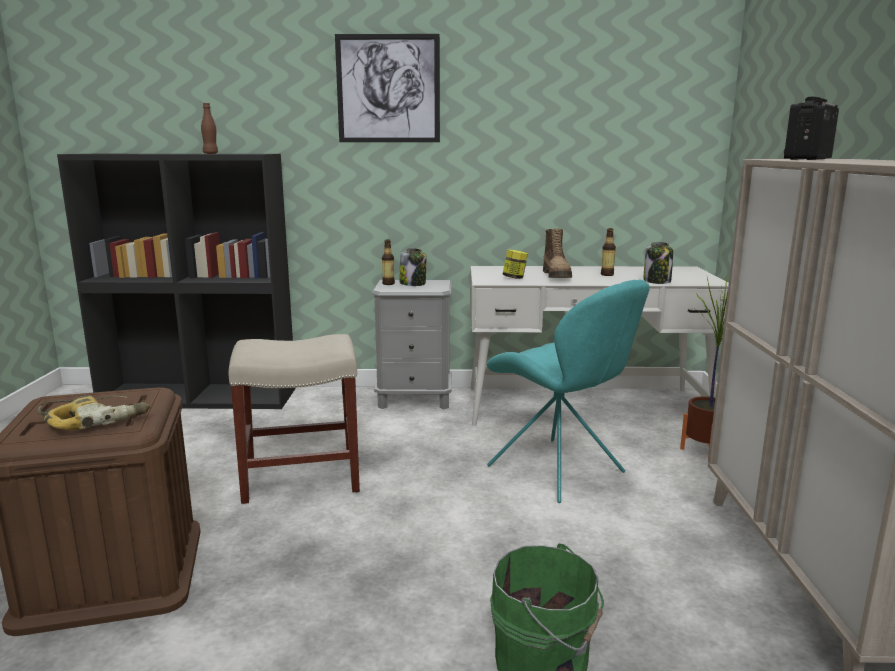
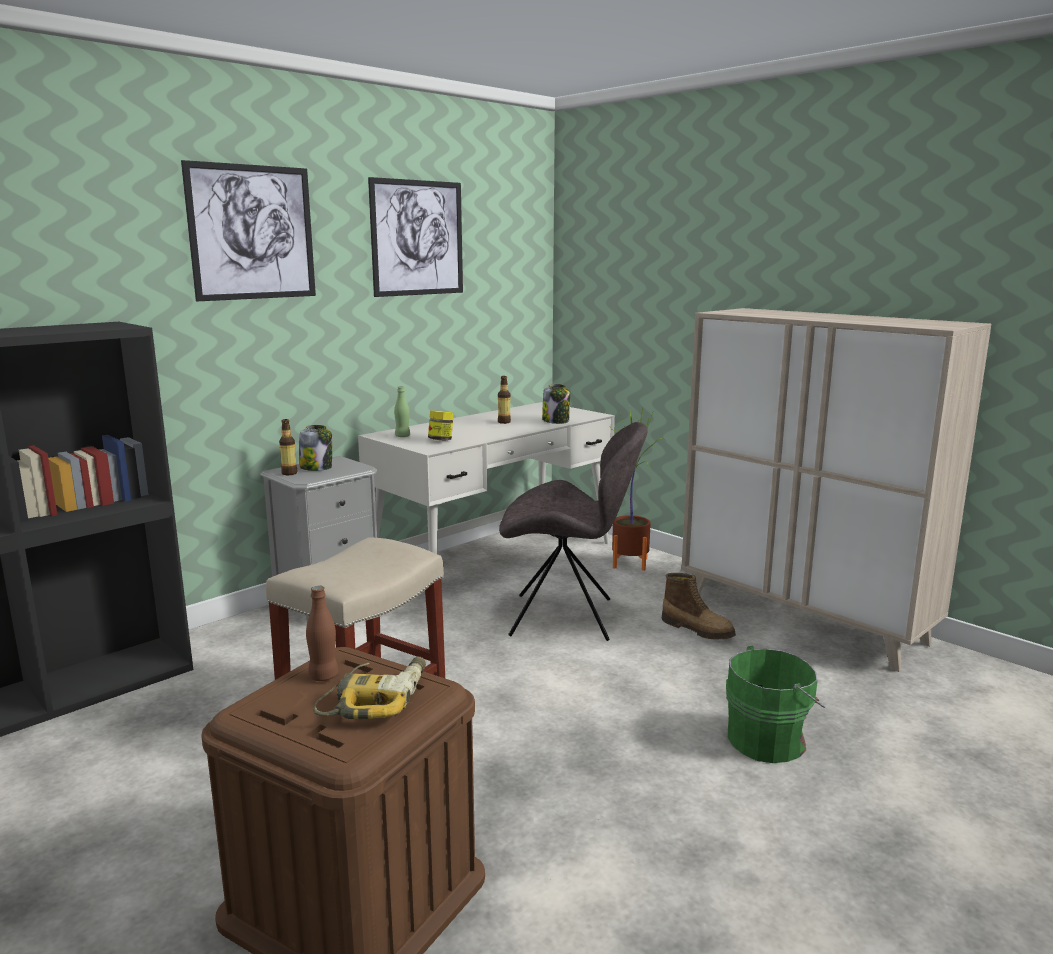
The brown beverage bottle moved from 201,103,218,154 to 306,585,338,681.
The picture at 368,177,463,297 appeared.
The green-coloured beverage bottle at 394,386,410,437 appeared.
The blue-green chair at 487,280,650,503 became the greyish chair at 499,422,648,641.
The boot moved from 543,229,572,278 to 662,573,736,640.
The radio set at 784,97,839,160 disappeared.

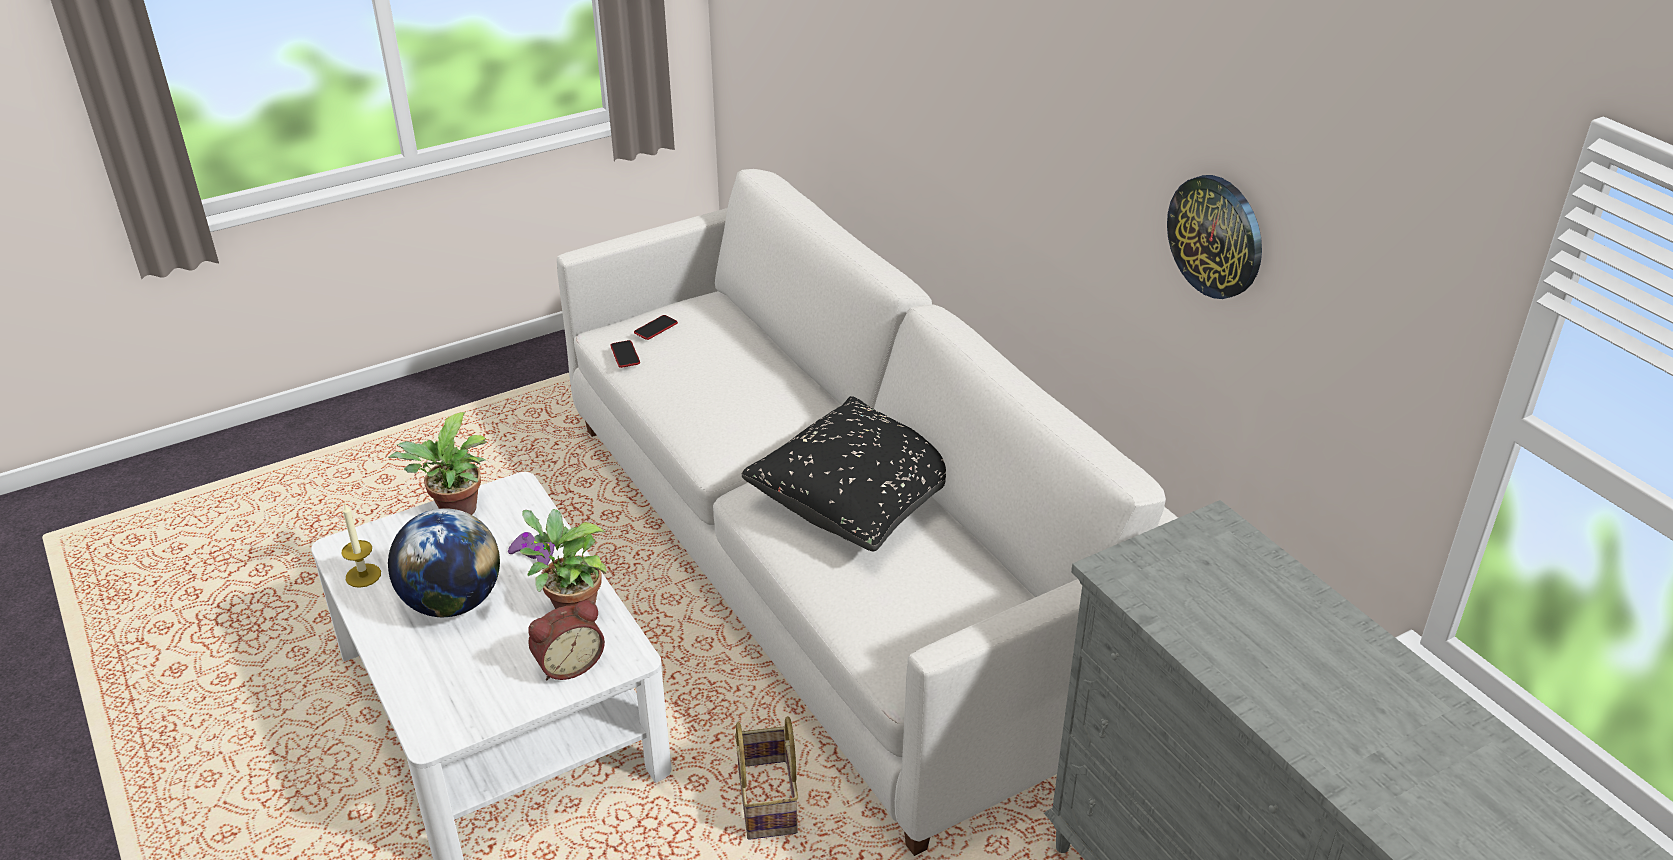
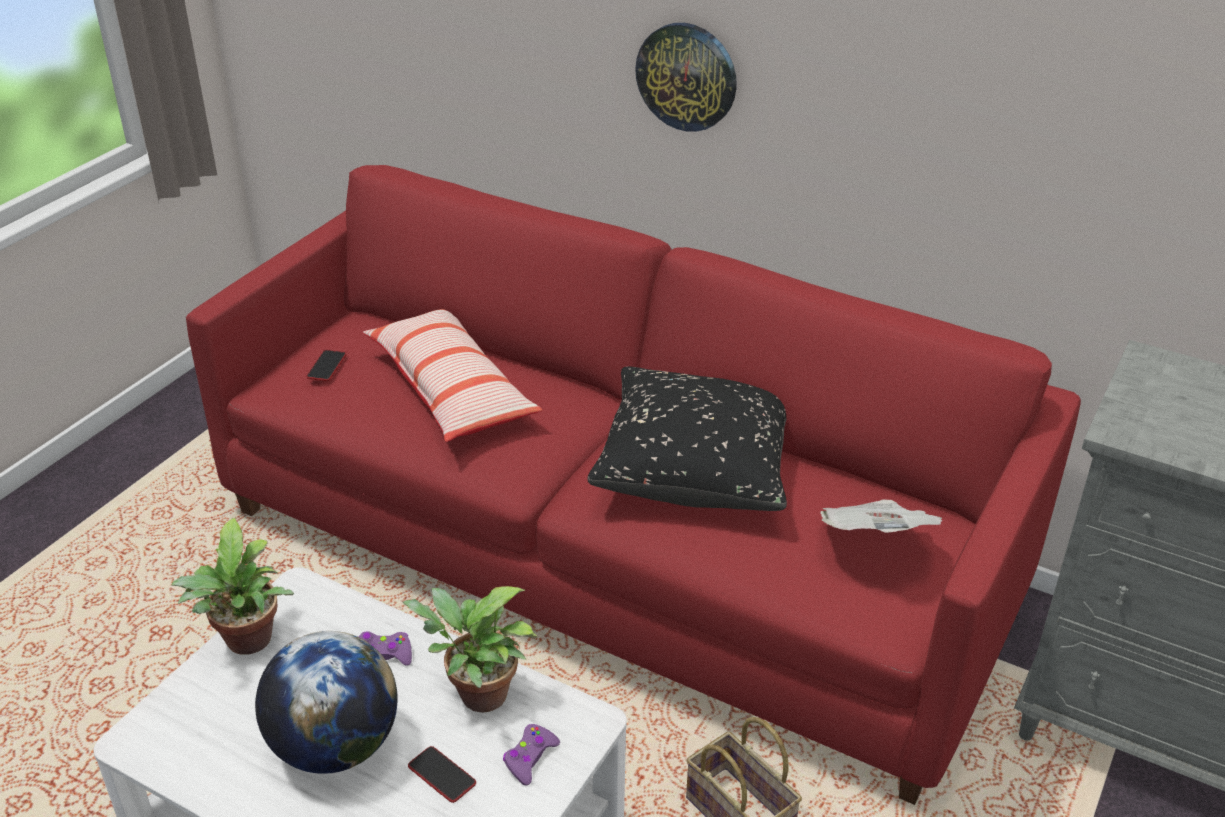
The white settee at 557,169,1178,856 became the red-coloured settee at 186,165,1081,805.
The throw pillow at 363,309,542,442 appeared.
The phone moved from 610,340,640,368 to 408,746,476,803.
The bedside clock at 528,600,605,680 was replaced by the purple gamepad at 503,724,560,786.
The hanging clock moved from 1167,175,1262,299 to 635,23,737,132.
The newspaper at 820,500,942,533 appeared.
The wax light at 342,504,381,588 disappeared.

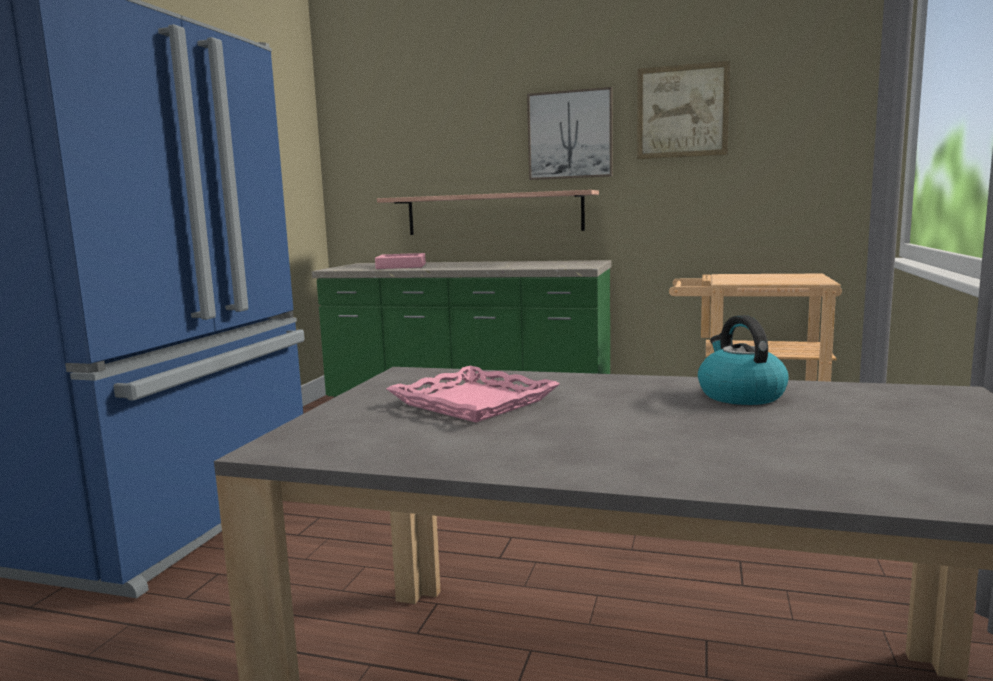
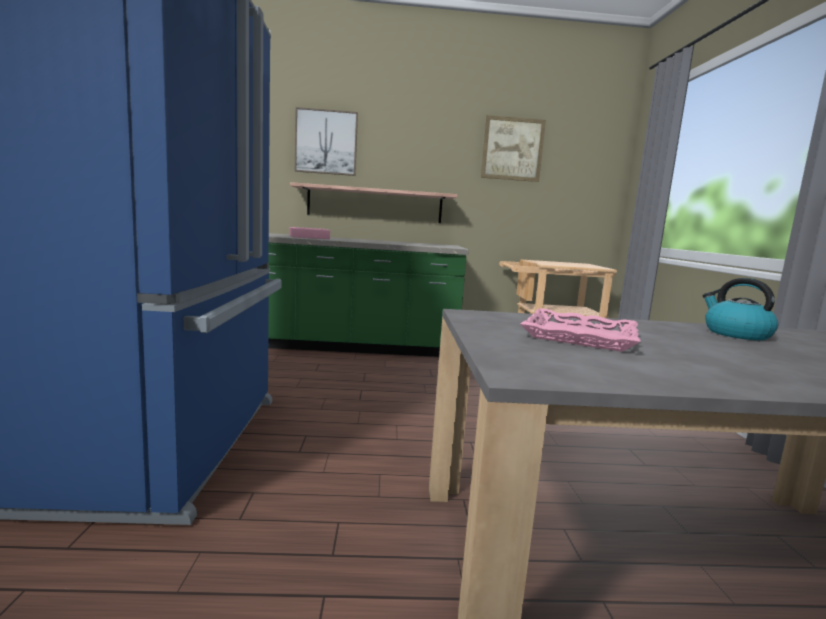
The picture moved from 527,87,613,180 to 295,107,358,176.

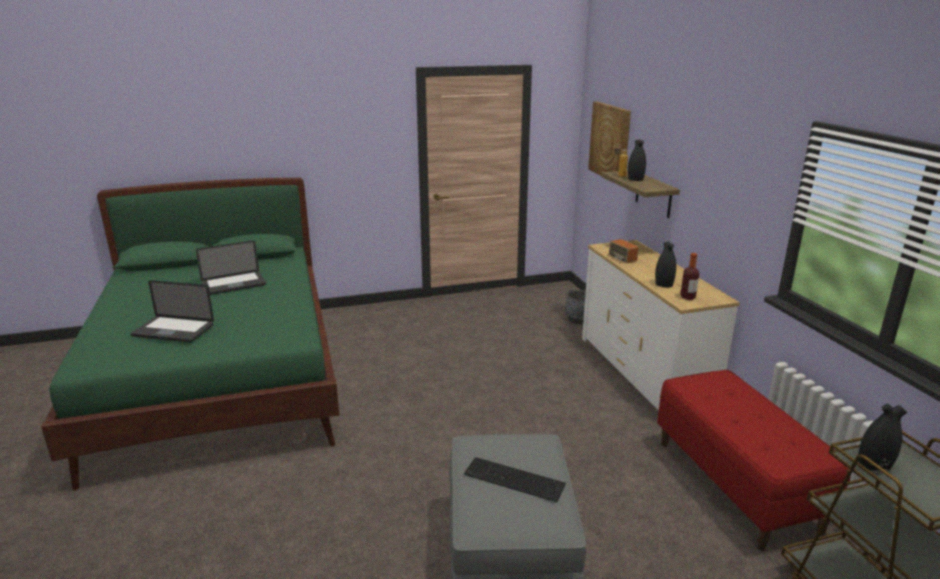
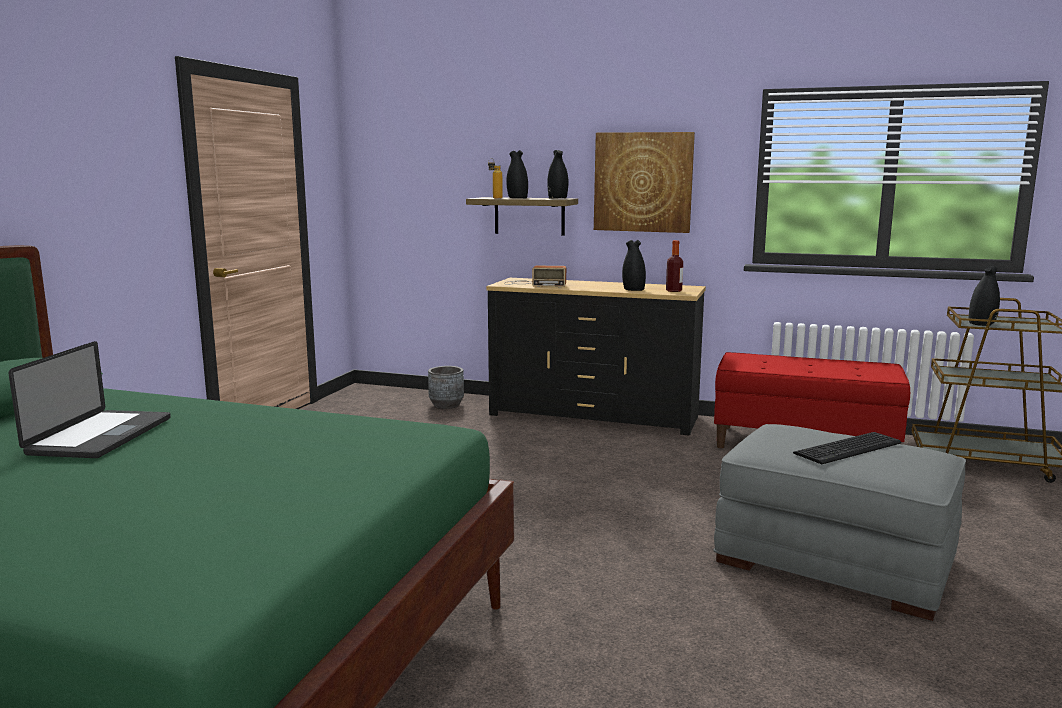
The white dresser at 582,240,740,411 became the black-coloured dresser at 486,278,706,435.
The black-coloured decorative vase at 547,150,568,198 appeared.
The picture moved from 588,101,631,175 to 594,132,695,233.
The laptop at 131,280,214,342 disappeared.

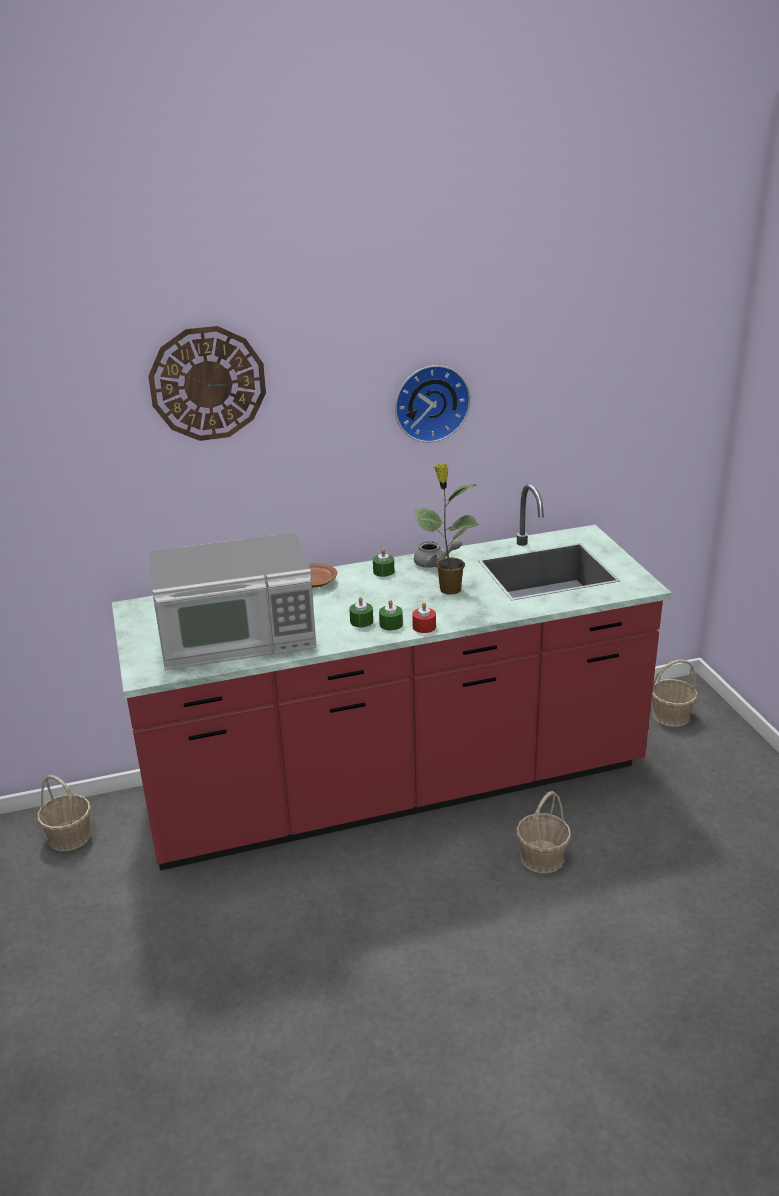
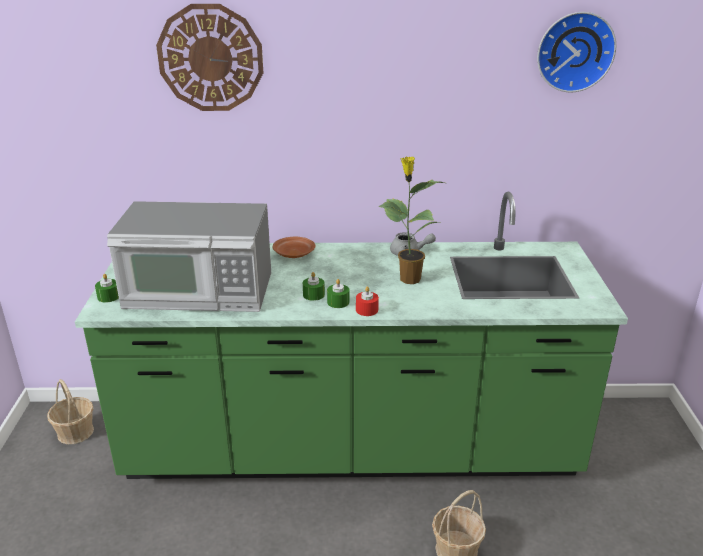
The red-coloured kitchen counter at 112,484,672,871 became the green-coloured kitchen counter at 75,192,628,479.
The green-coloured wax light moved from 373,549,394,577 to 95,274,119,302.
The hanging clock moved from 395,365,471,443 to 537,12,616,92.
The basket at 652,659,698,727 disappeared.

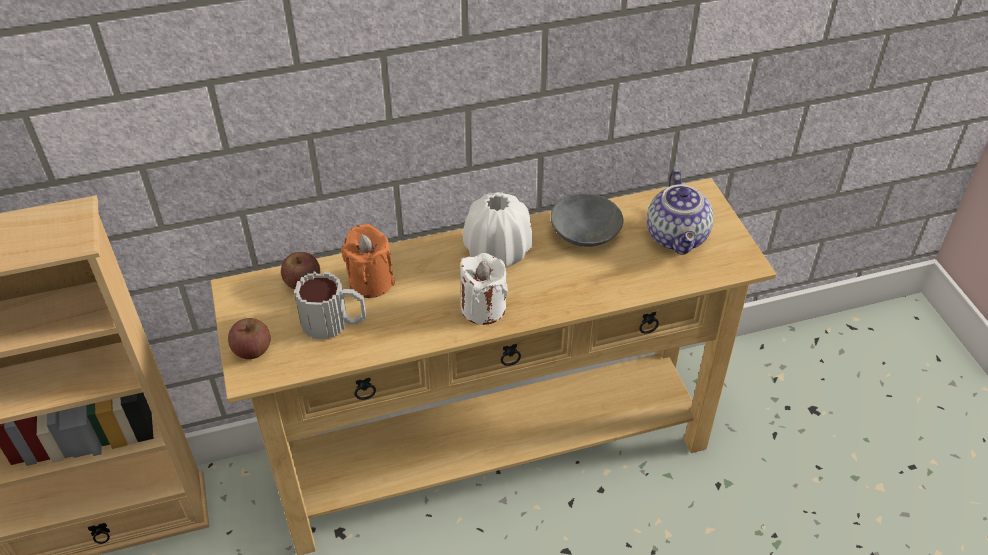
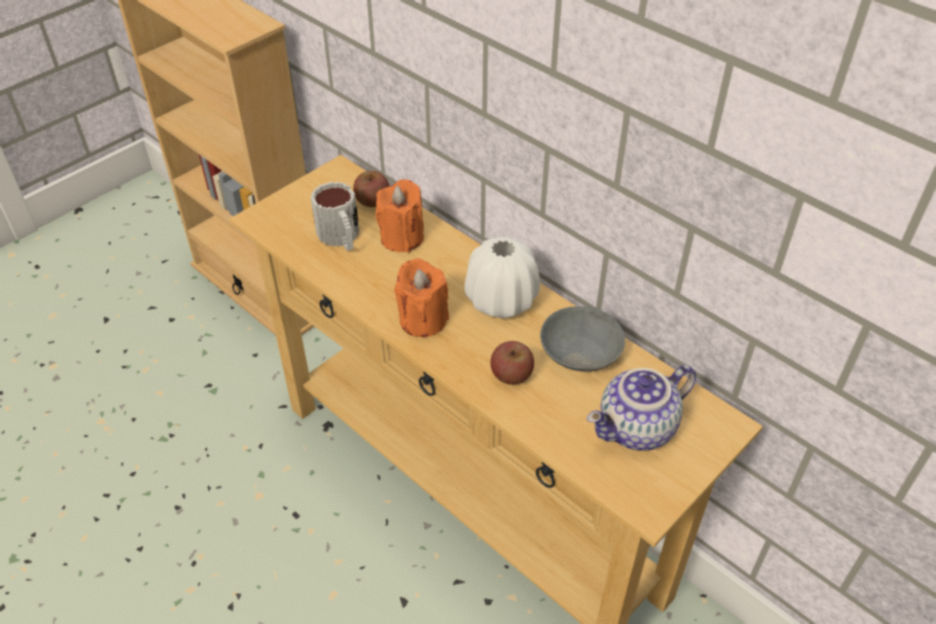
The white wax light at 460,253,508,325 became the orange wax light at 394,258,449,337.
The apple fruit moved from 228,318,270,359 to 490,341,534,385.

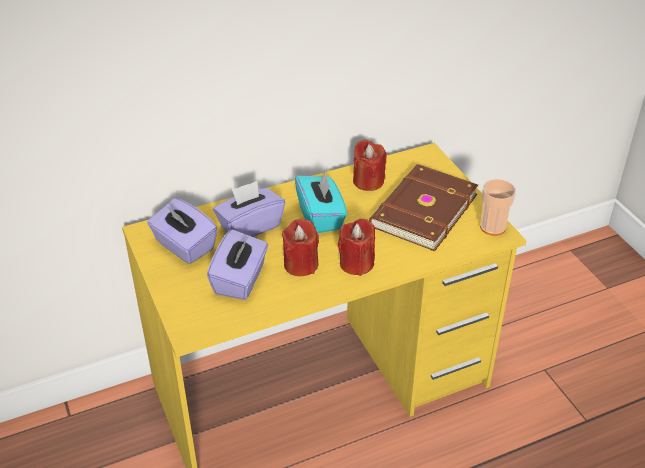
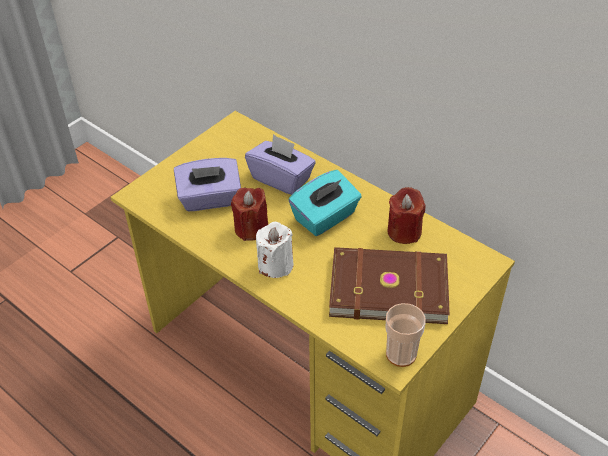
The red-coloured wax light at 338,218,375,276 became the white wax light at 256,222,293,278.
The purple box of tissues at 147,198,217,264 disappeared.

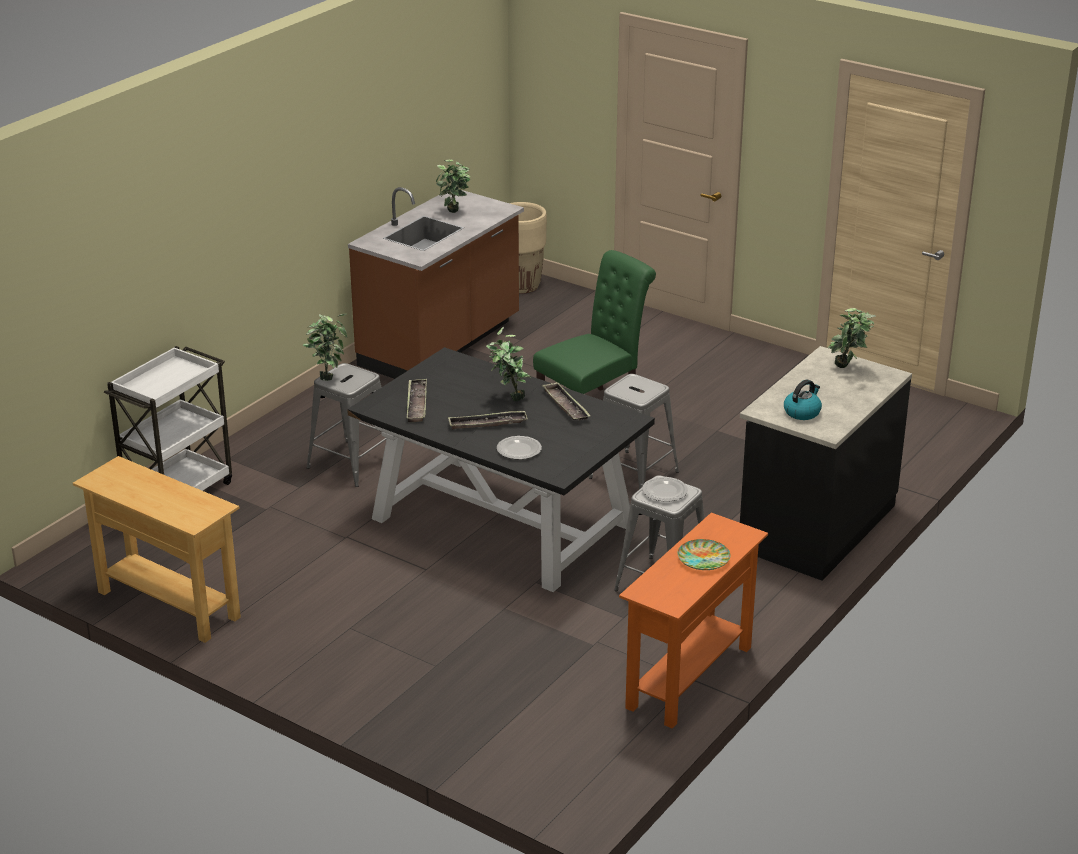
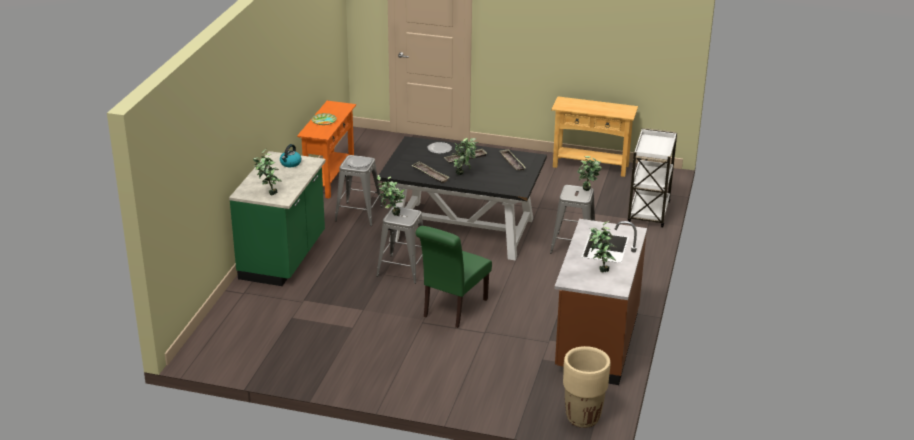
The black-coloured kitchen counter at 740,346,912,581 became the green-coloured kitchen counter at 229,151,326,286.
The houseplant at 377,175,405,216 appeared.

